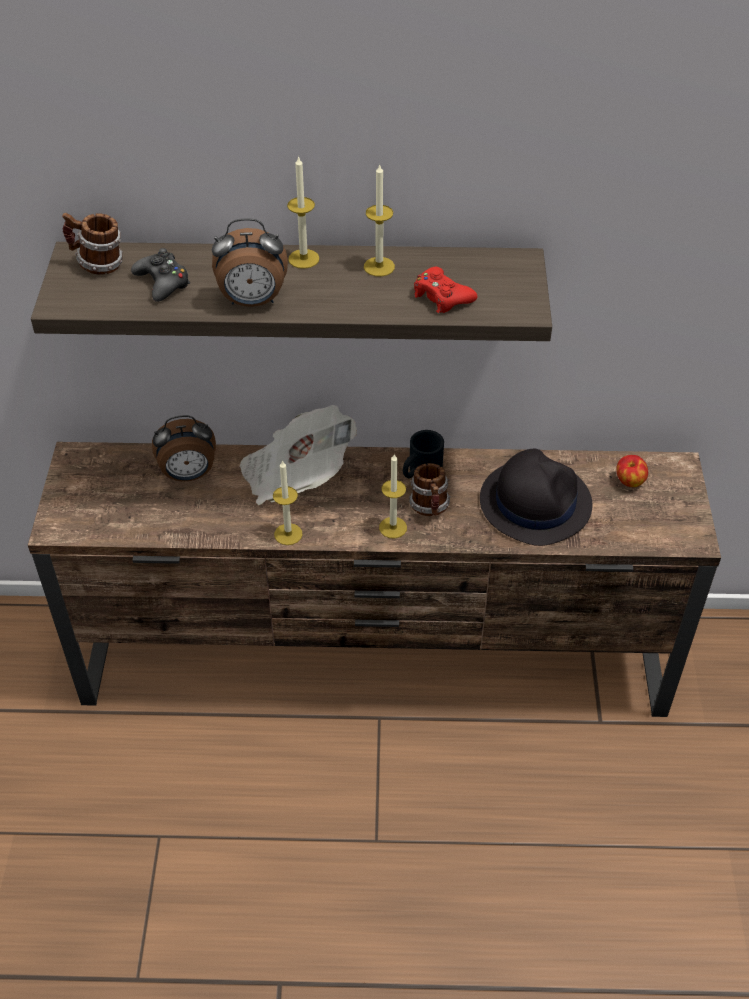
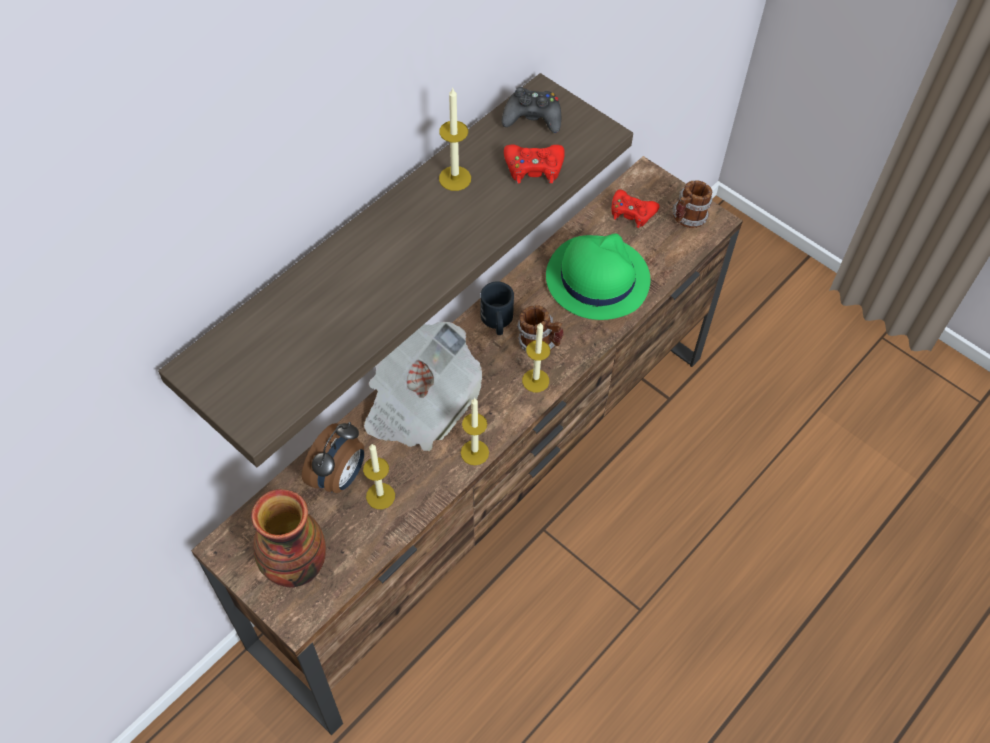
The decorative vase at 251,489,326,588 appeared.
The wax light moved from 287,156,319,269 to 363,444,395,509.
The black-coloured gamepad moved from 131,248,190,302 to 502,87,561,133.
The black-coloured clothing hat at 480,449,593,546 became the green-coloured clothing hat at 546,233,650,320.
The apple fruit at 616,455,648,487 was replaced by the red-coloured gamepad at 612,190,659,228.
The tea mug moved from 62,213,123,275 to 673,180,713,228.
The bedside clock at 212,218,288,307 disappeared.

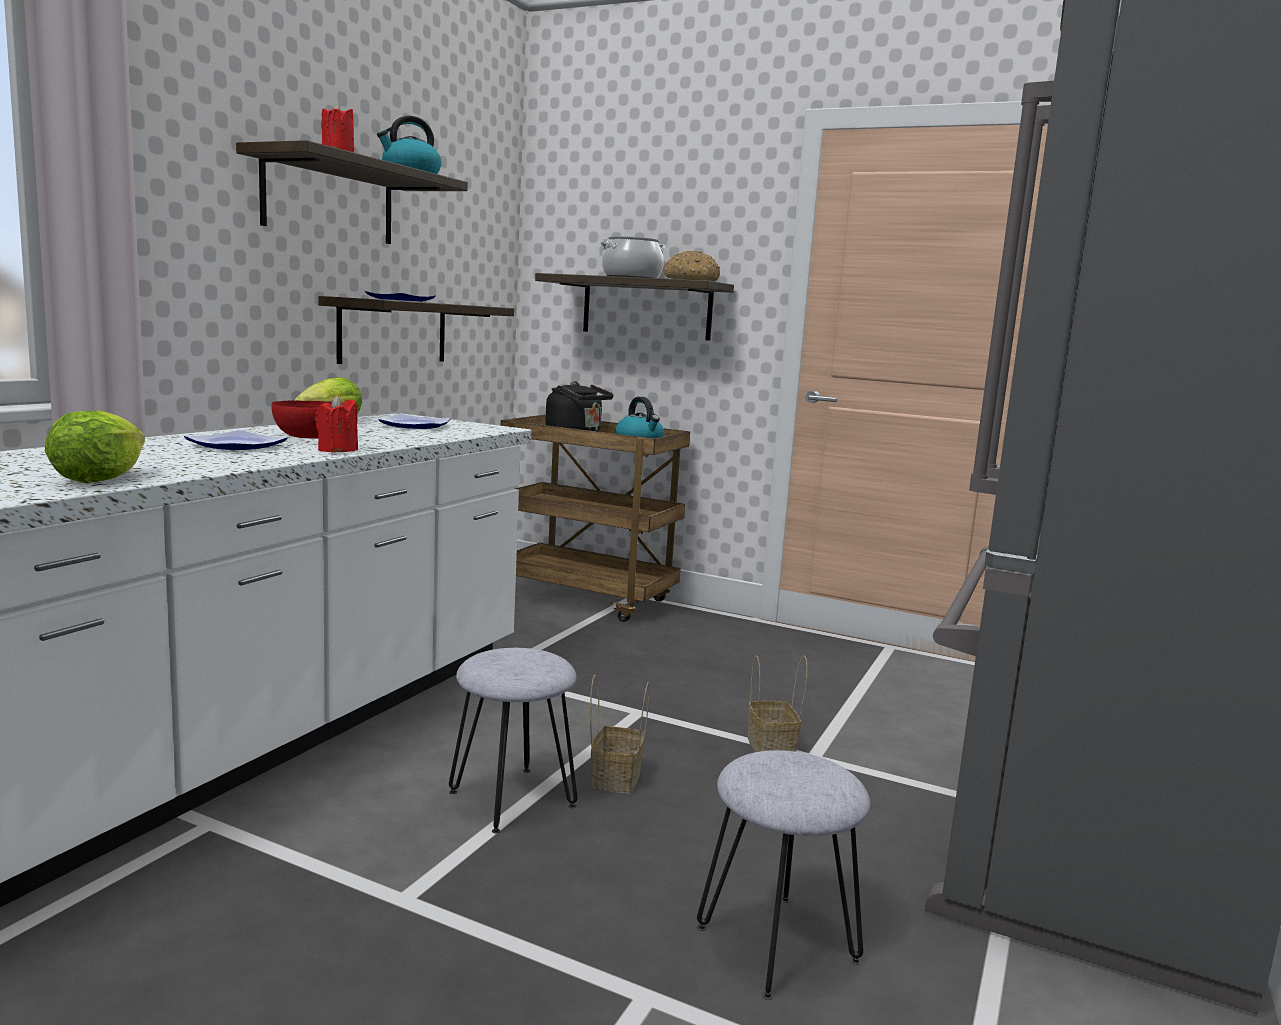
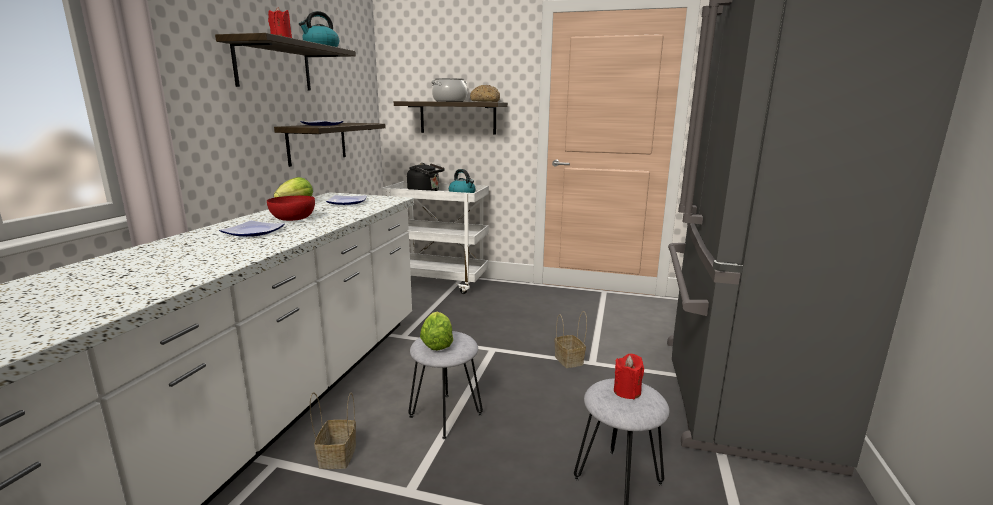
The basket moved from 590,675,650,794 to 310,392,356,469.
The brown trolley at 501,415,690,622 became the white trolley at 382,181,489,294.
The head of lettuce moved from 45,410,145,483 to 420,311,453,351.
The red-coloured wax light moved from 315,395,358,452 to 614,354,644,399.

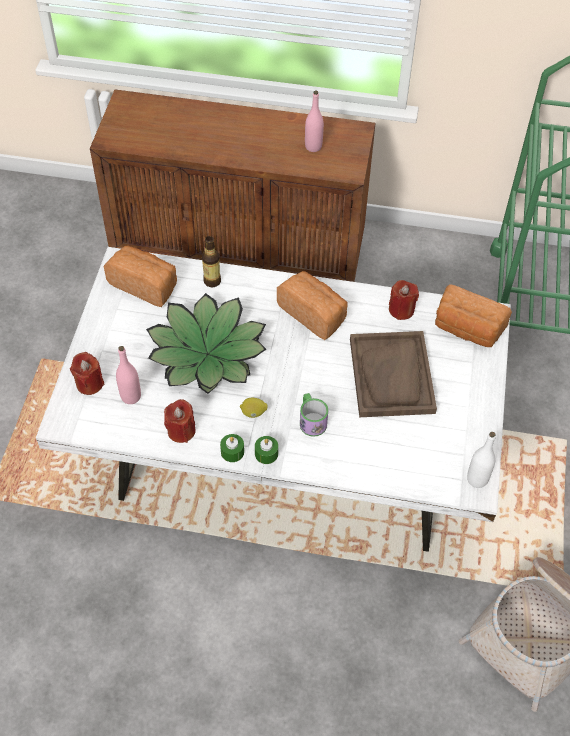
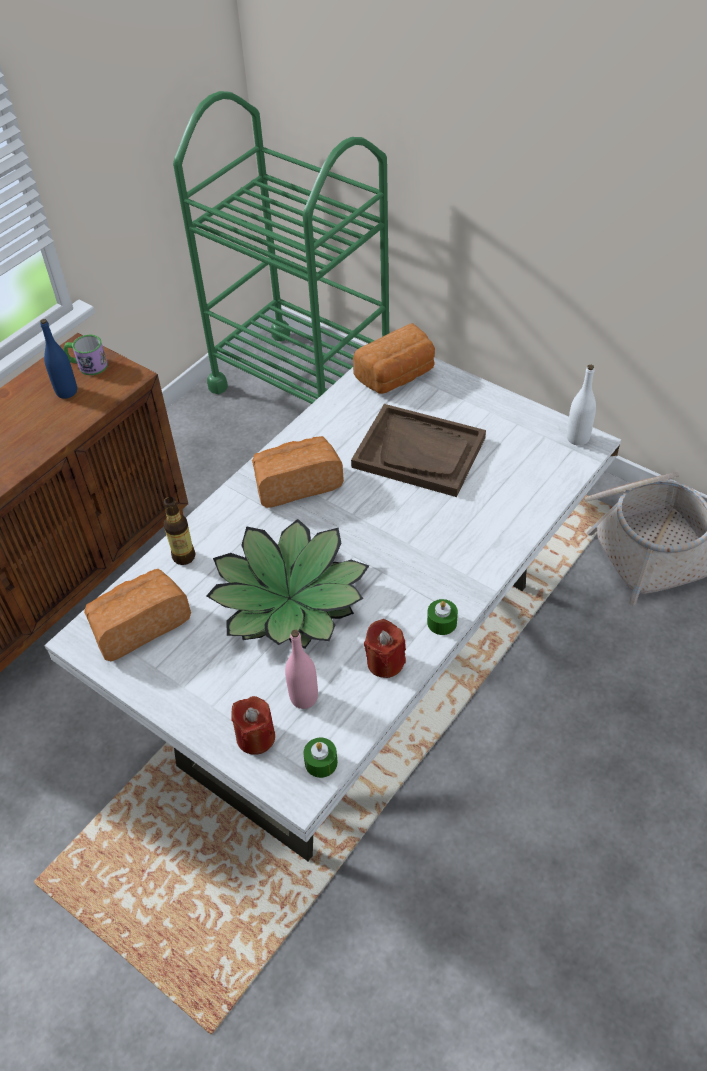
The pinkish beverage bottle at 305,91,324,152 became the blue-coloured beverage bottle at 40,319,77,399.
The tea mug moved from 300,393,328,437 to 63,335,108,375.
The green-coloured wax light moved from 255,436,278,464 to 303,738,338,778.
The whole lemon at 240,398,268,418 disappeared.
The red-coloured wax light at 389,280,419,320 disappeared.

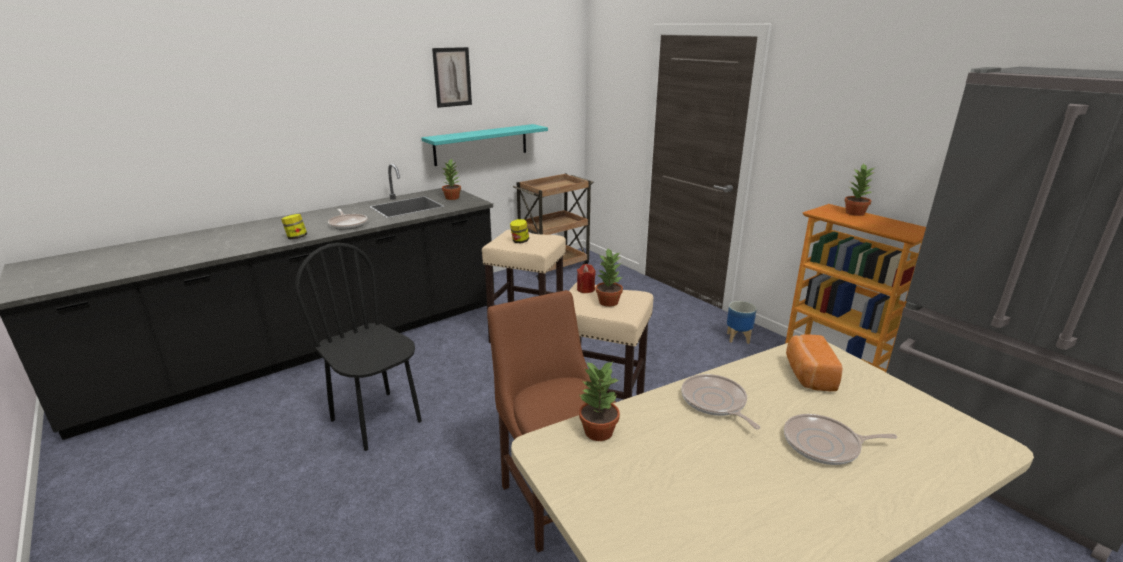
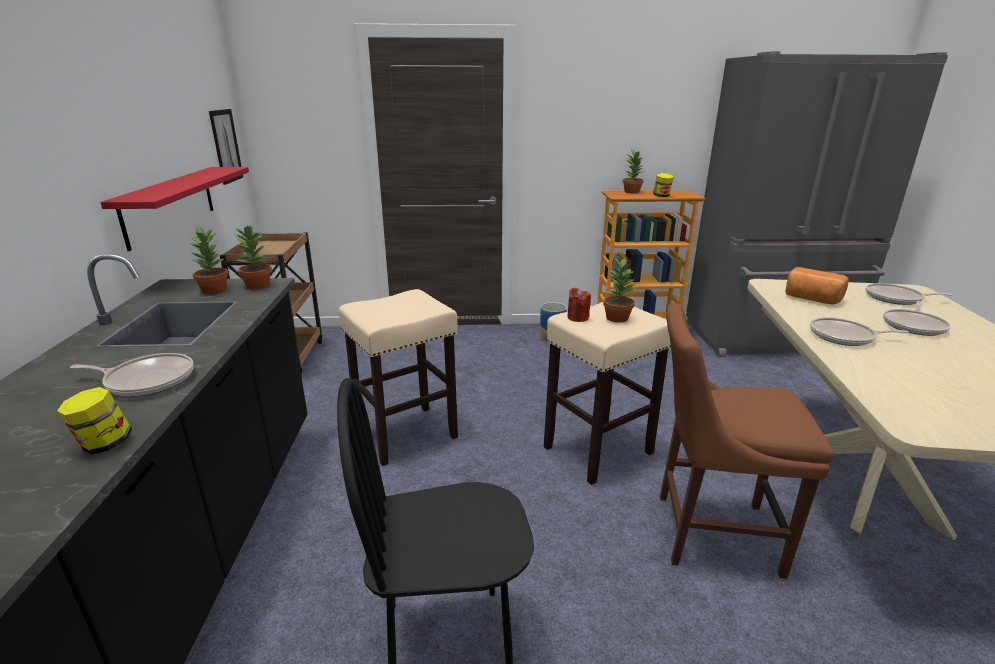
The blue-green bracket shelf at 421,124,548,166 became the red-coloured bracket shelf at 100,167,249,251.
The picture moved from 432,47,472,108 to 209,109,243,185.
The houseplant moved from 579,361,620,441 to 235,224,272,289.
The jar moved from 510,219,529,243 to 653,173,674,197.
The frying pan at 866,283,953,305 appeared.

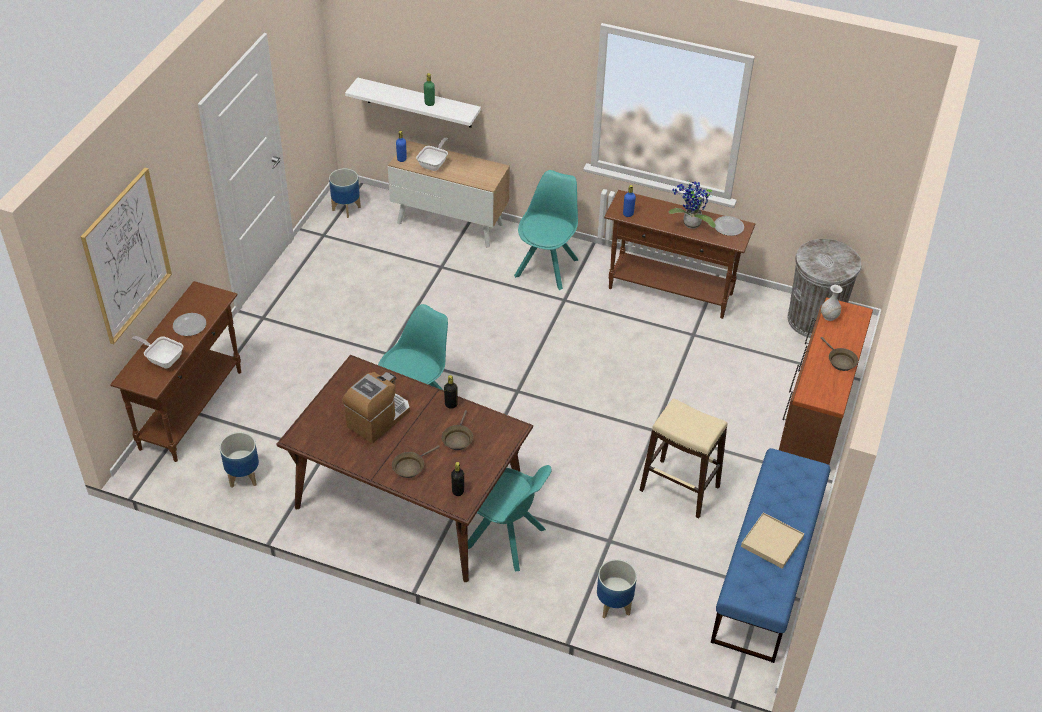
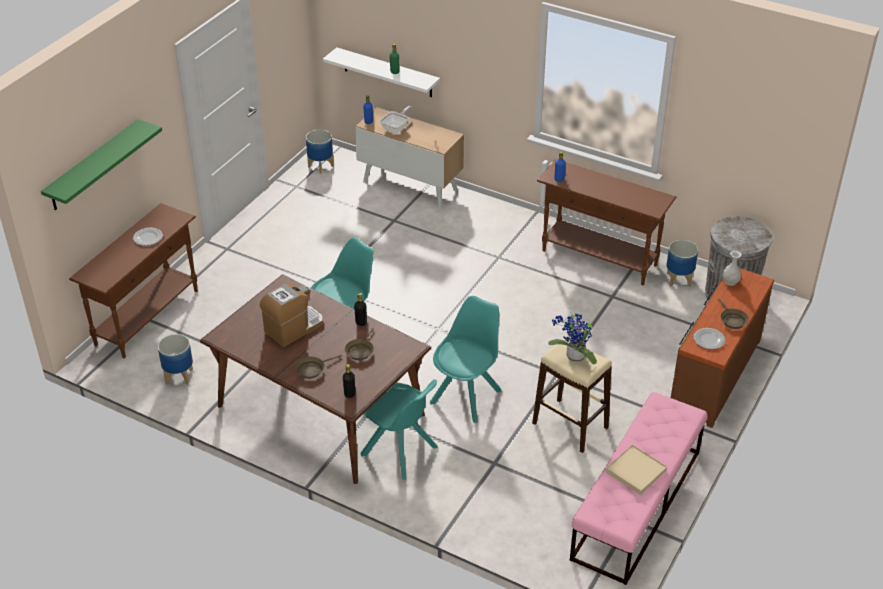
The picture at 81,168,172,344 was replaced by the green-coloured bracket shelf at 41,119,162,210.
The blue-green chair moved from 514,170,578,290 to 430,296,502,423.
The houseplant moved from 669,180,716,229 to 548,311,597,364.
The blue-coloured bench at 711,448,831,663 became the pinkish bench at 570,392,708,585.
The planter moved from 597,559,637,619 to 667,240,698,287.
The flat dish moved from 715,216,744,236 to 694,328,725,349.
The frying pan at 132,336,183,368 disappeared.

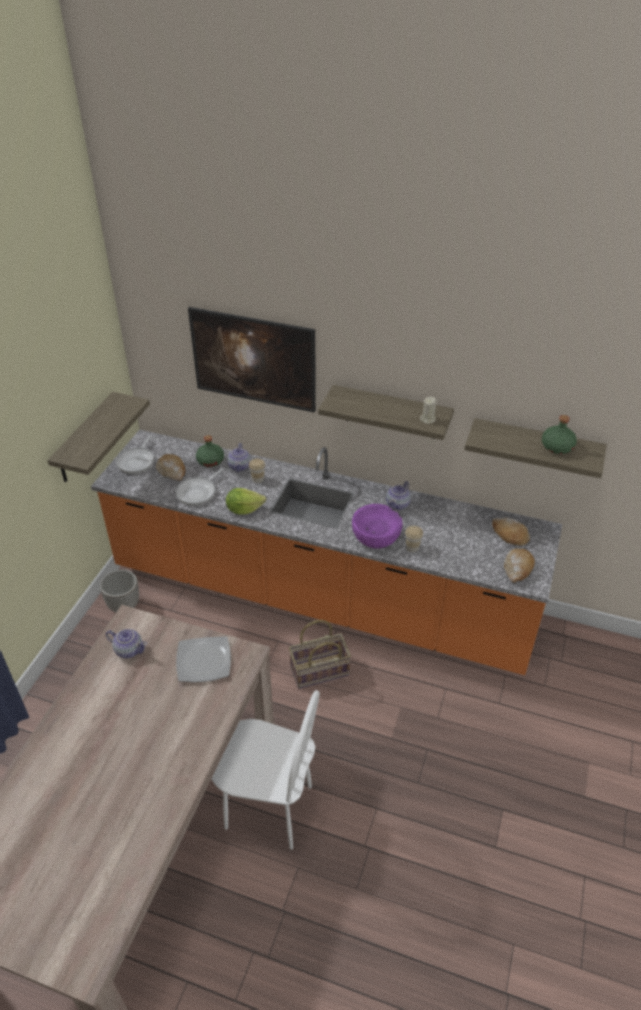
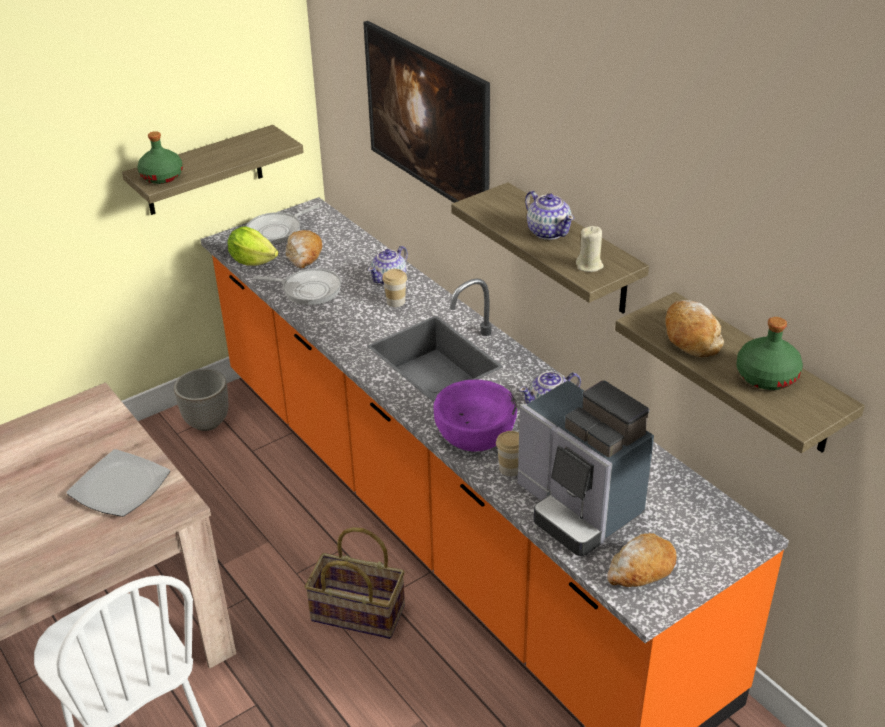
The green-coloured beverage bottle moved from 196,435,224,467 to 137,131,183,184.
The head of lettuce moved from 226,488,266,515 to 227,226,278,266.
The frying pan at 176,468,224,506 turned 150 degrees counterclockwise.
The coffee maker at 518,380,654,556 appeared.
The tea pot moved from 106,629,147,658 to 525,191,574,240.
The baked bread moved from 492,517,530,546 to 665,300,724,357.

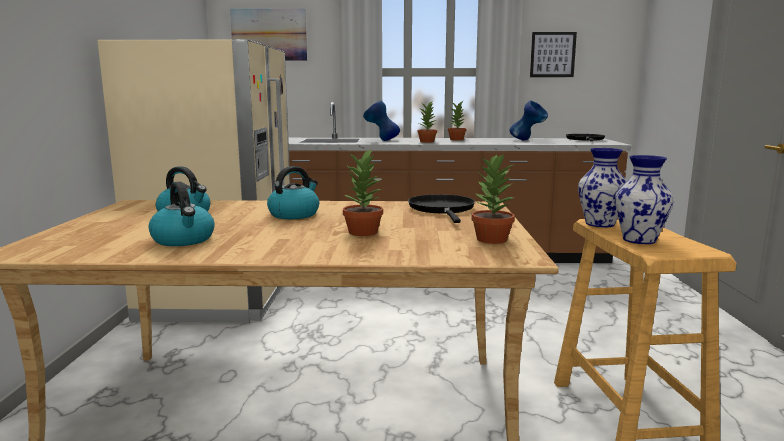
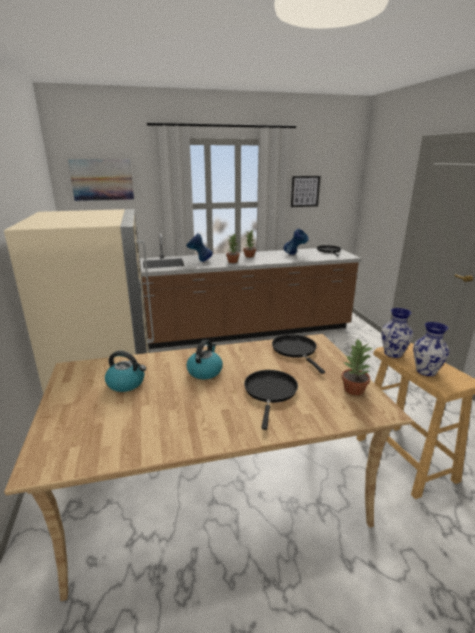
The houseplant at 342,148,383,236 was replaced by the black-coloured frying pan at 244,370,298,430.
The kettle at 149,182,215,246 disappeared.

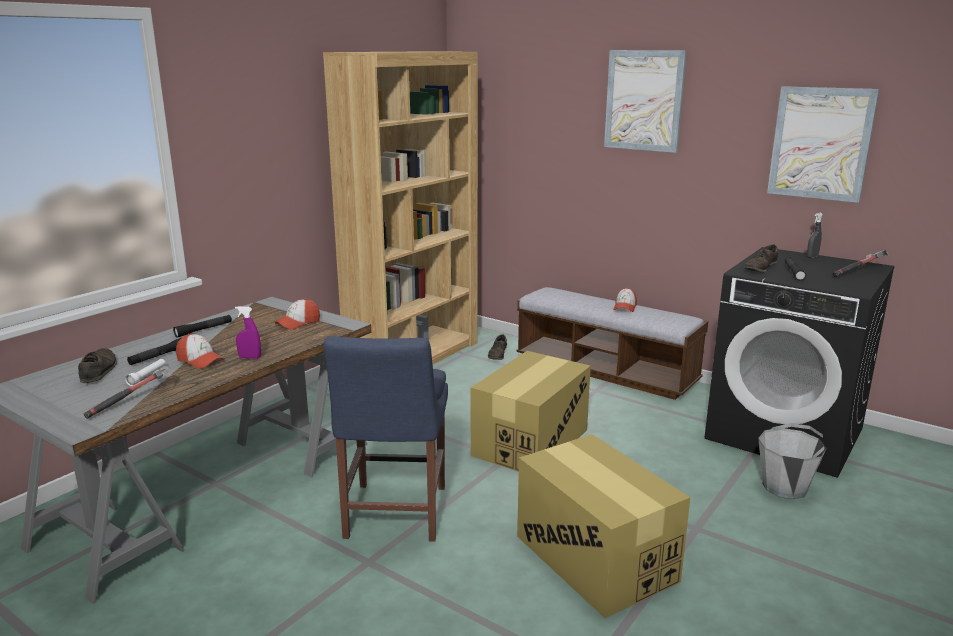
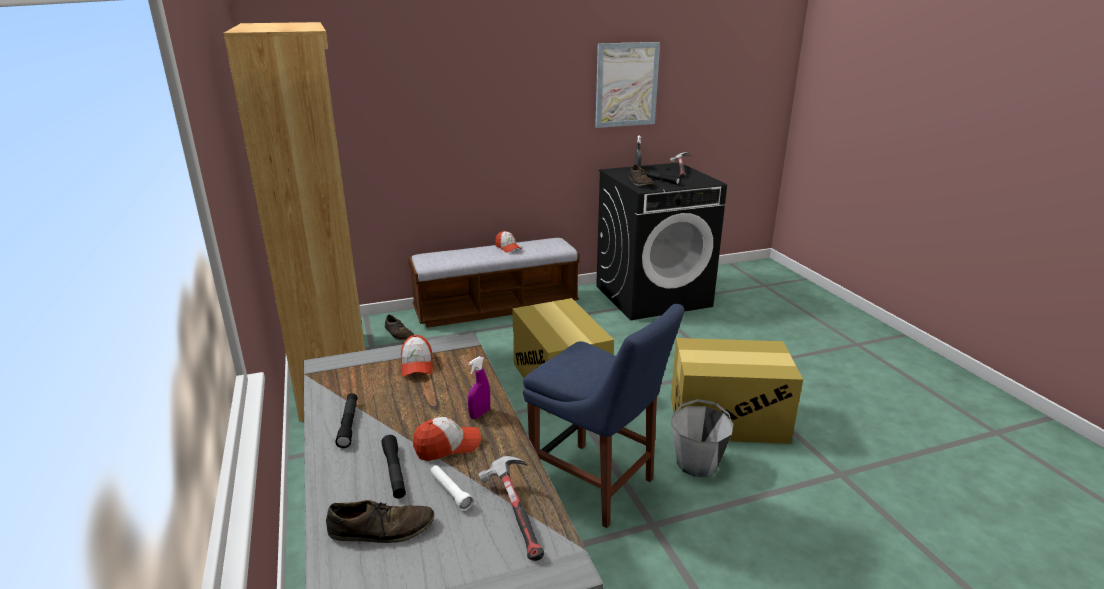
The brown low shoe at 78,348,117,383 turned 150 degrees clockwise.
The greyish water bucket moved from 758,423,827,500 to 671,399,734,477.
The picture at 604,50,687,153 disappeared.

